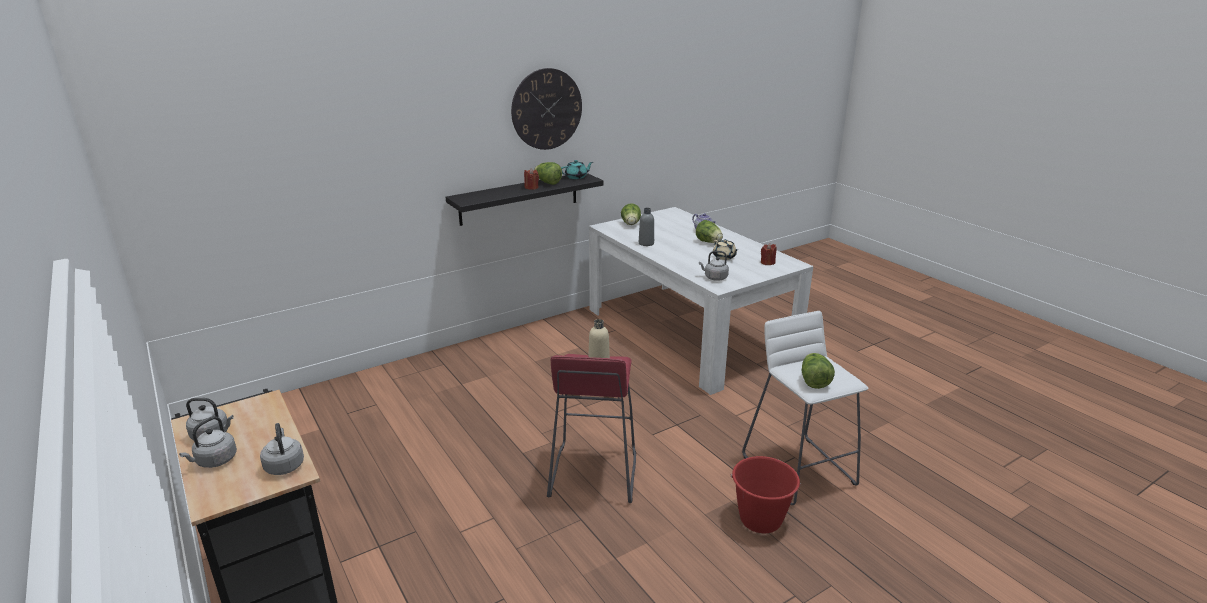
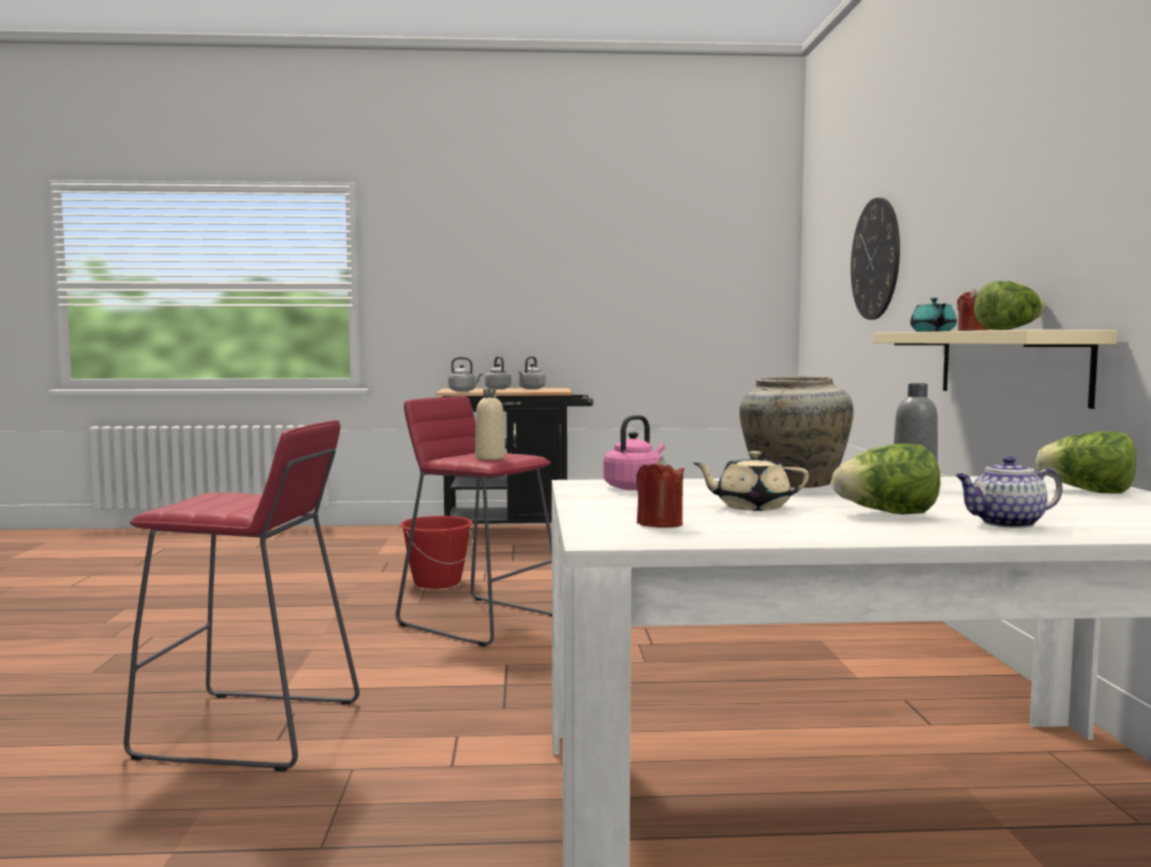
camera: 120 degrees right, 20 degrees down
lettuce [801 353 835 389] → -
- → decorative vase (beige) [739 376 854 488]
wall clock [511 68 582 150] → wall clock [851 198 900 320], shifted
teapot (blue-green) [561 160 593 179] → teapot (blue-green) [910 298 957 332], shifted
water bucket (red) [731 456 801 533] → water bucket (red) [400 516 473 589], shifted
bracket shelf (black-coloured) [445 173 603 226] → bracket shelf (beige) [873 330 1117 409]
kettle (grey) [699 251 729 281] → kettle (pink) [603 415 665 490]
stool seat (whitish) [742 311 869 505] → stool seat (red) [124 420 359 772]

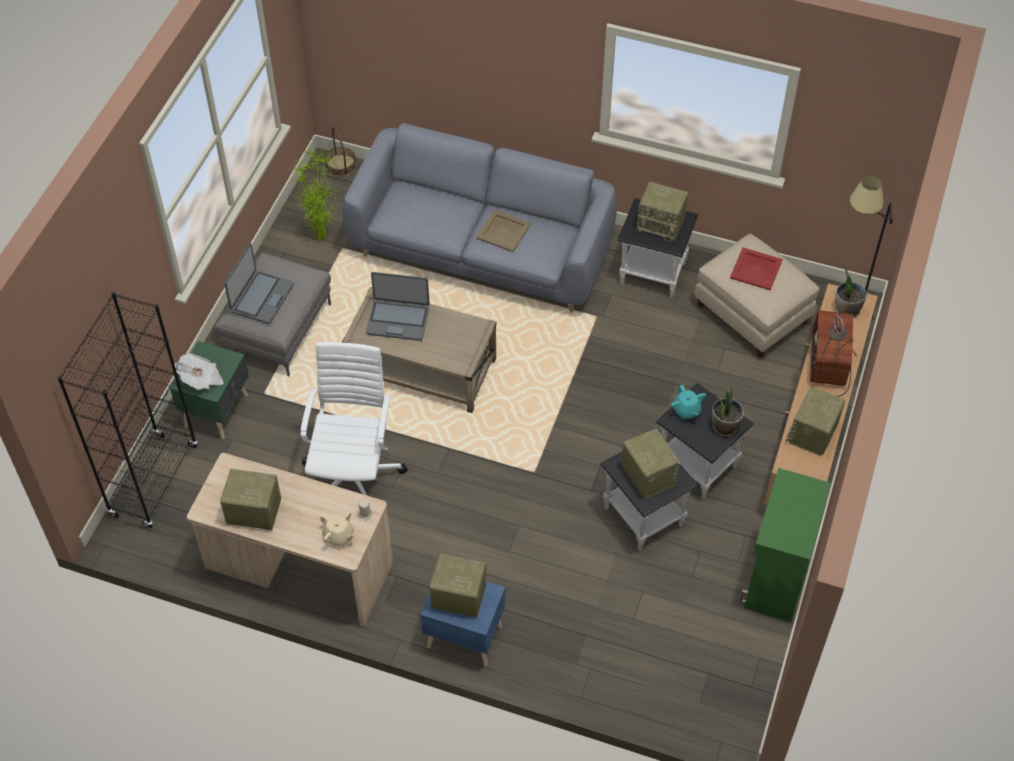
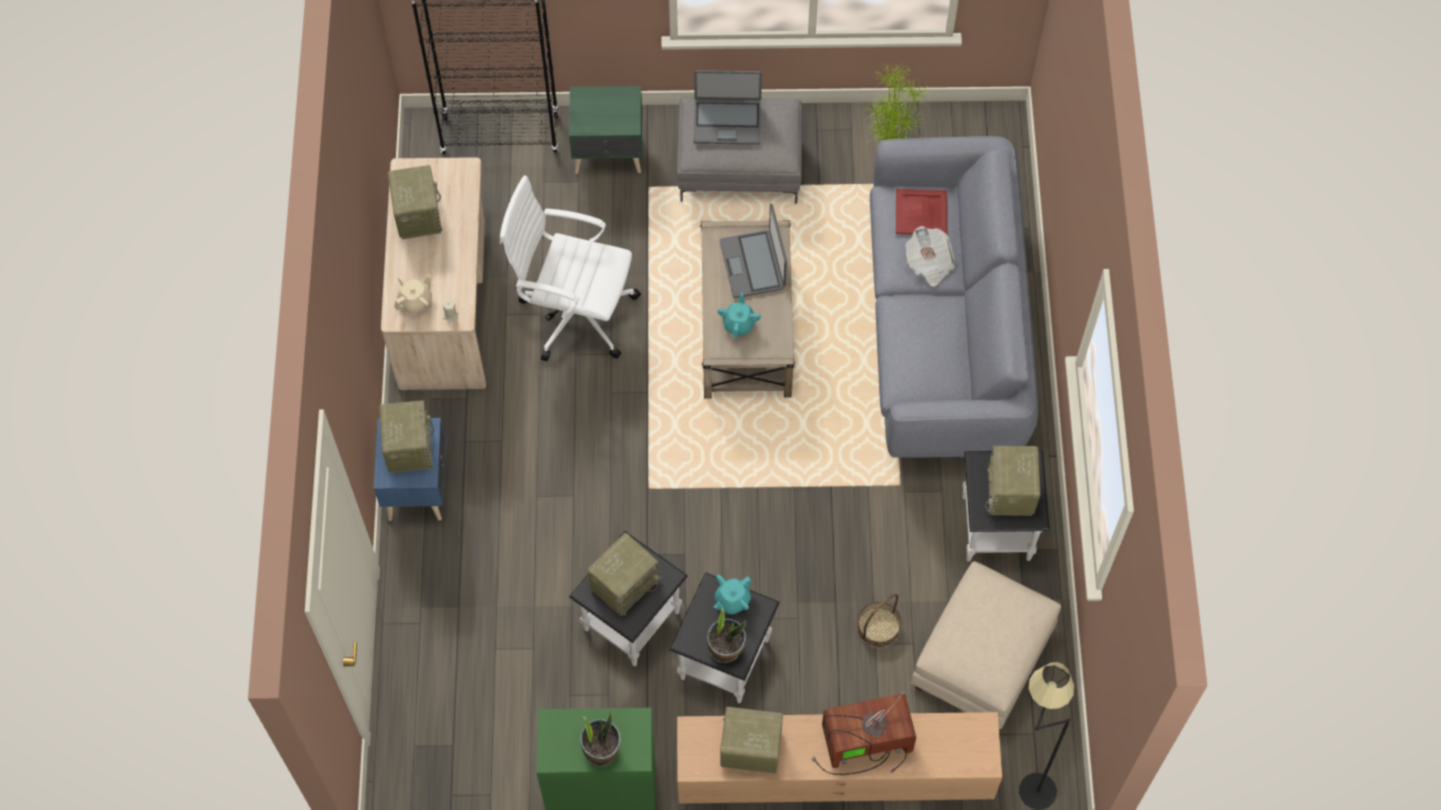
camera: 70 degrees right, 10 degrees up
serving tray (beige) [476 210 531 252] → -
- → teapot (blue-green) [717 292 761 338]
daily paper [174 353 224 390] → daily paper [905 226 955 287], shifted
storage basket [325 127 356 177] → storage basket [857 594 902 648], shifted
serving tray (red) [730 247 783 290] → serving tray (red) [896 189 947 235], shifted
potted plant [836 267 867 318] → potted plant [580 711 620 766], shifted
office chair (whitish) [300 342 408 495] → office chair (whitish) [500 175 641 361], 150 degrees counterclockwise
teapot (beige) [320 511 355 547] → teapot (beige) [395 274 432 314], 150 degrees counterclockwise

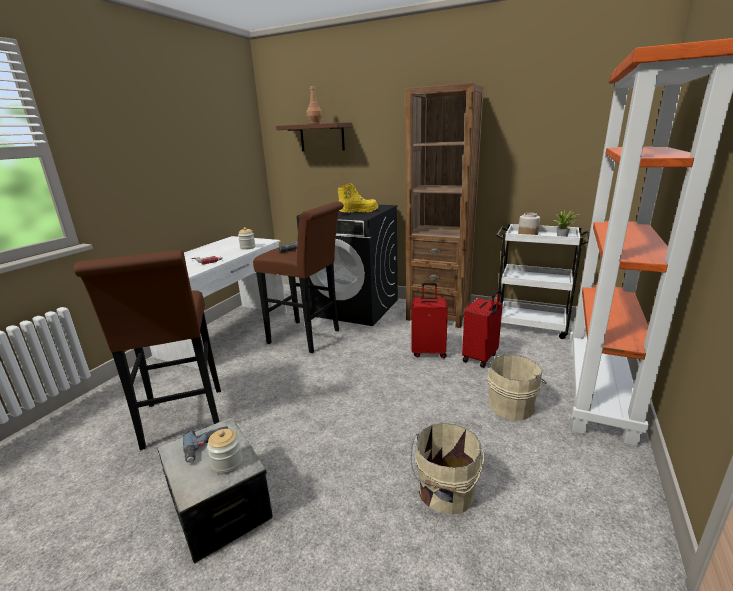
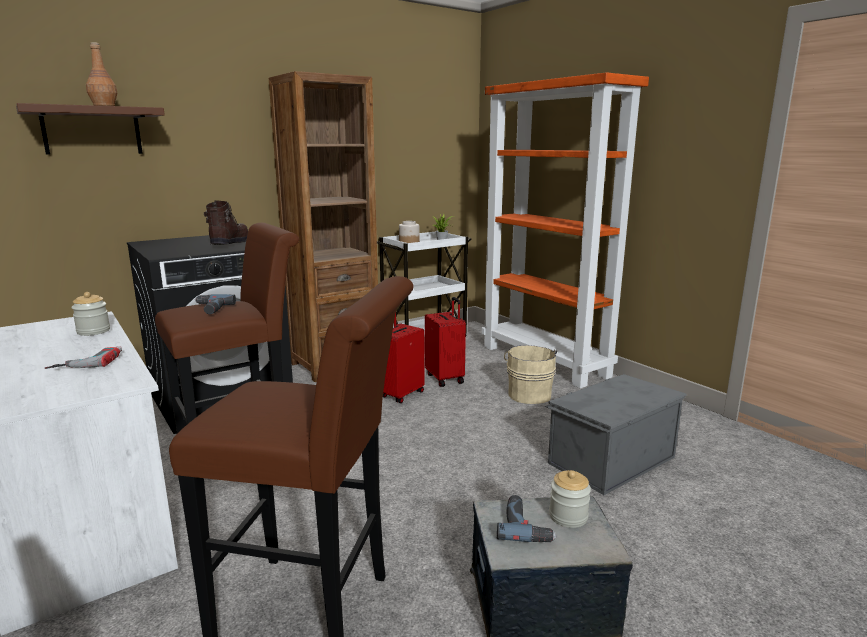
camera: 60 degrees left, 5 degrees down
water bucket (beige) [410 423 485 515] → storage box (grey) [545 374 686 495]
boot (yellow) [338 183 378 213] → boot (brownish) [204 200 248 245]

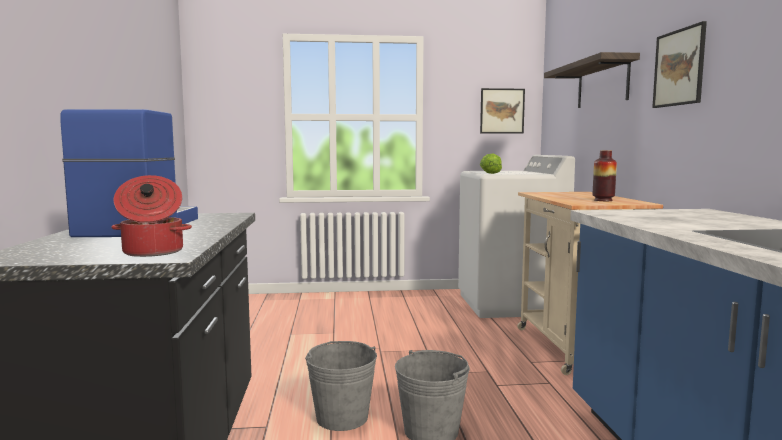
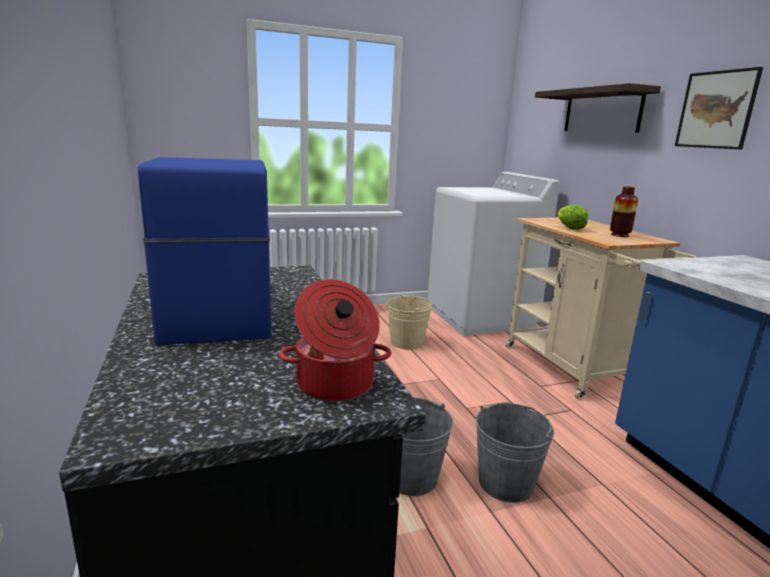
camera: 15 degrees left, 10 degrees up
wall picture [480 88 525 134] → -
- → water bucket (beige) [387 294 432 350]
lettuce [480 154 502 174] → lettuce [558 205 588 230], shifted

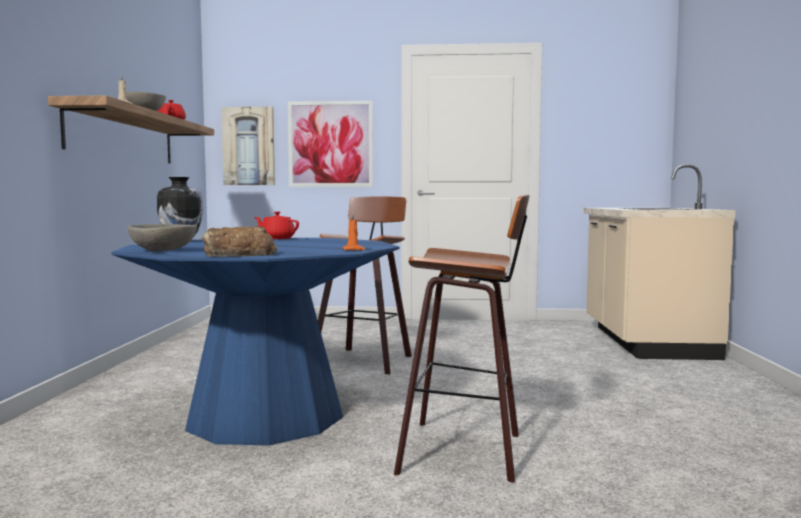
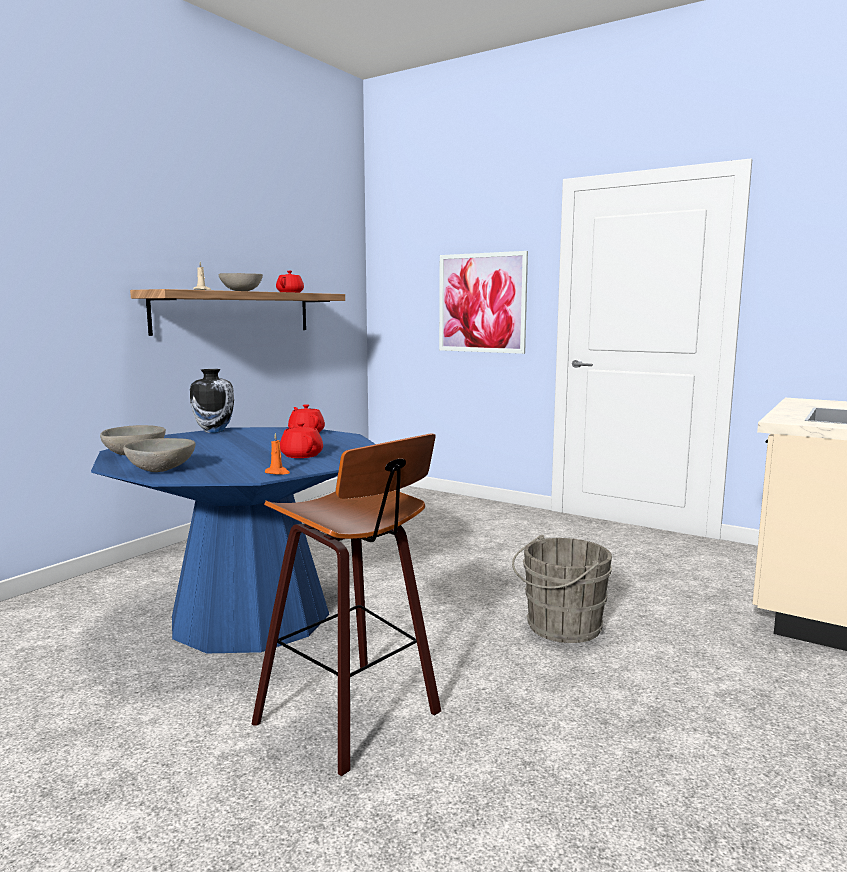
camera: 30 degrees right, 5 degrees up
wall picture [221 107 275 185] → -
stool seat [318 196 412 374] → -
- → teapot (red) [280 422 323 458]
- → water bucket (grey) [512 535 612 643]
baked bread [202 226 277 257] → bowl (grey) [123 438 195 472]

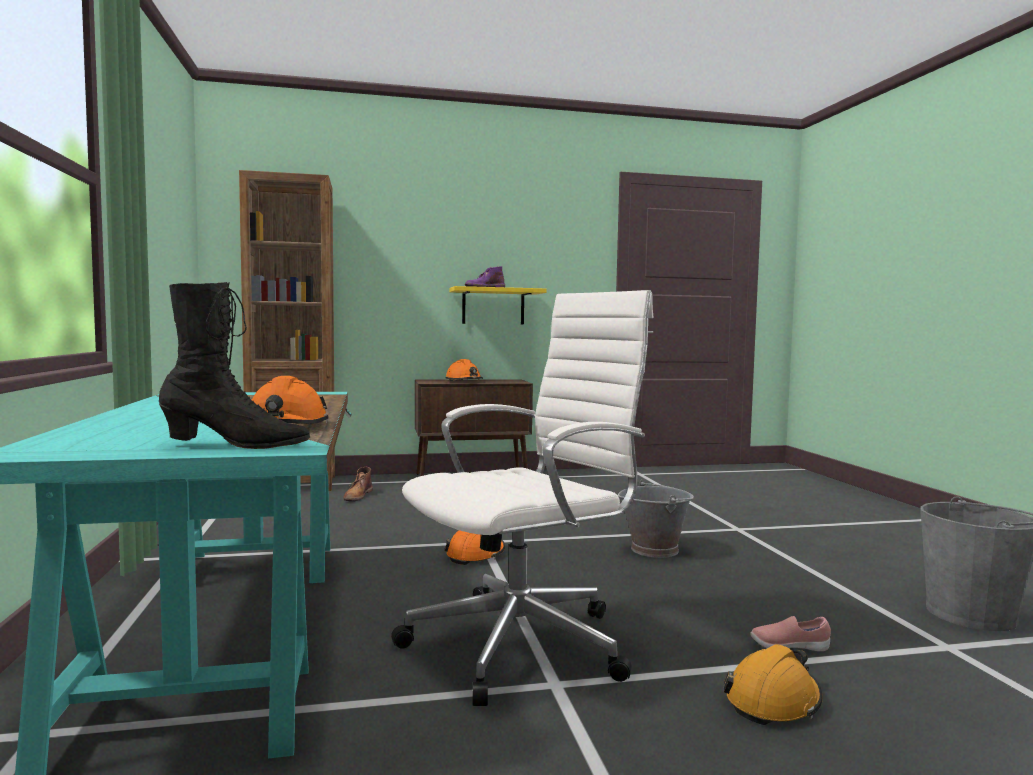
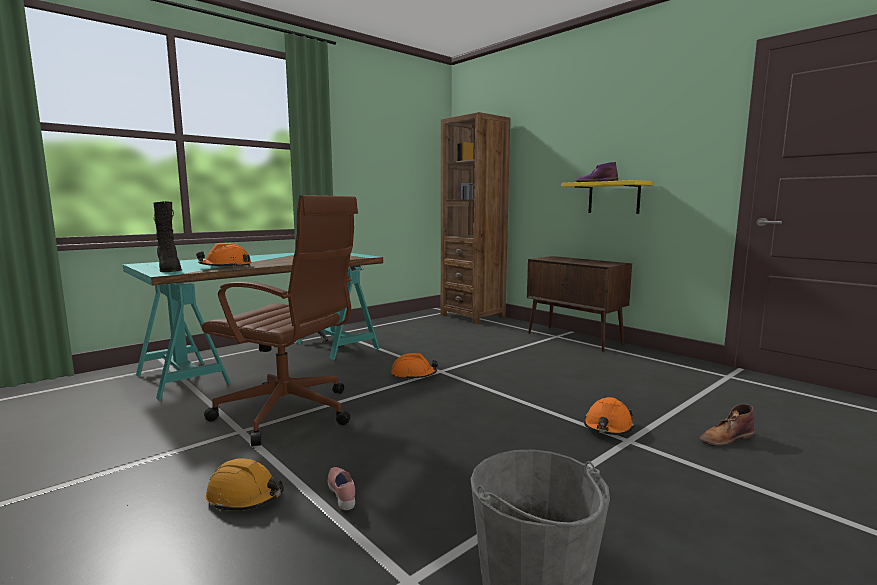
camera: 60 degrees right, 5 degrees up
water bucket (grey) [618 479 694 558] → -
boot (brownish) [343 467 373 501] → boot (brownish) [700 404 755 446], shifted
work helmet (orange-coloured) [446 359 483 381] → work helmet (orange-coloured) [584 397 634 435], shifted
office chair (whitish) [391 290 653 706] → office chair (brownish) [202 195 358 446]

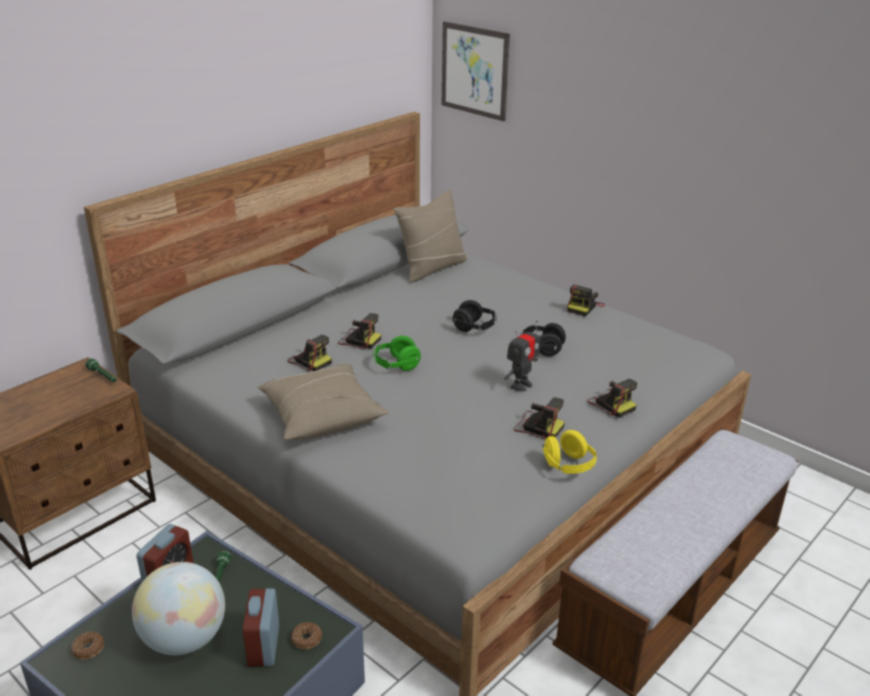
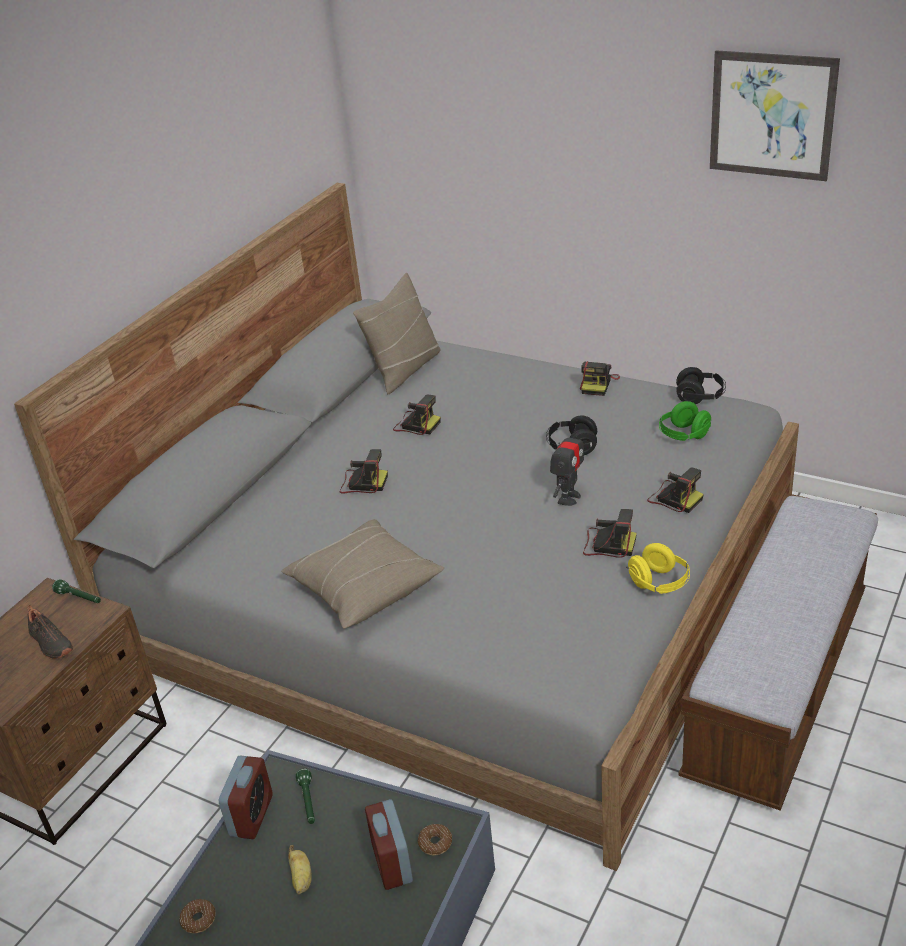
camera: 10 degrees left, 5 degrees up
- → low shoe (black-coloured) [27 605 73 659]
still camera [287 335 332 371] → still camera [393 395 441 435], shifted
headset (greenish) [373 336 421 371] → headset (greenish) [659 401 711 441], shifted
wall picture [442 21 510 121] → wall picture [710 50 840 181], shifted
headset (black-coloured) [453 300 497 332] → headset (black-coloured) [676 367 726 404], shifted
world globe [132 562 225 655] → whole banana [288 845 312 895]

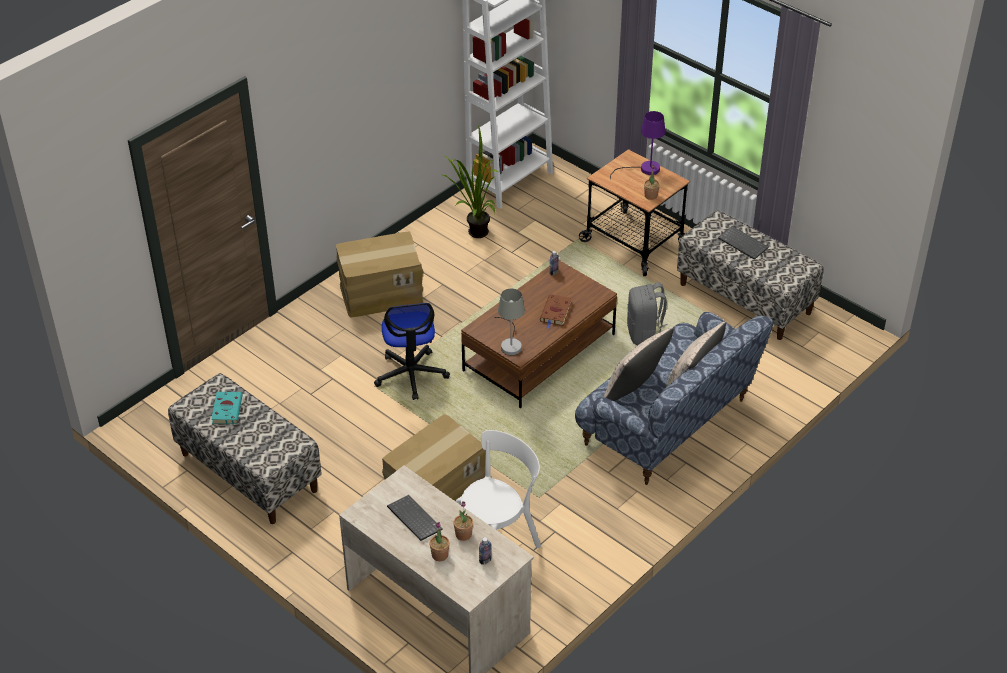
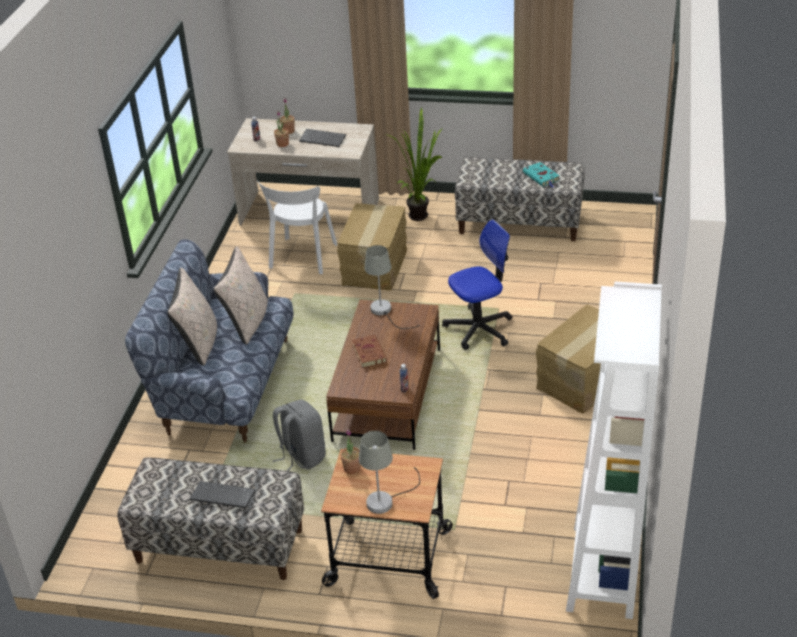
camera: 150 degrees right, 5 degrees down
potted plant [443 126 498 238] → potted plant [385 108 443 221], shifted
table lamp (purple-coloured) [610 111 665 180] → table lamp (grey) [359 431 420 514]
office chair [374 303 450 400] → office chair [442 219 512 350], 105 degrees clockwise

